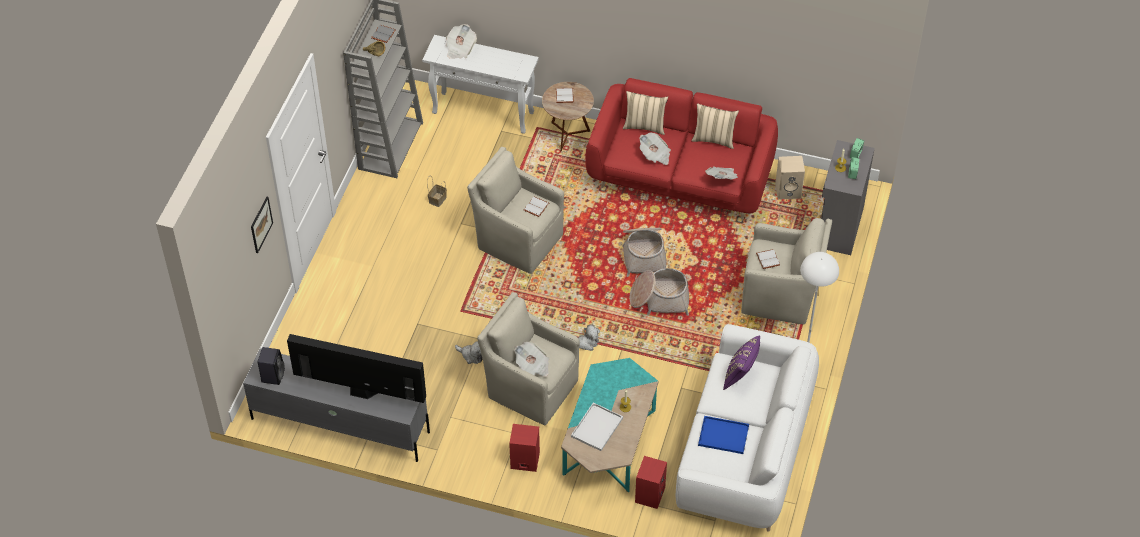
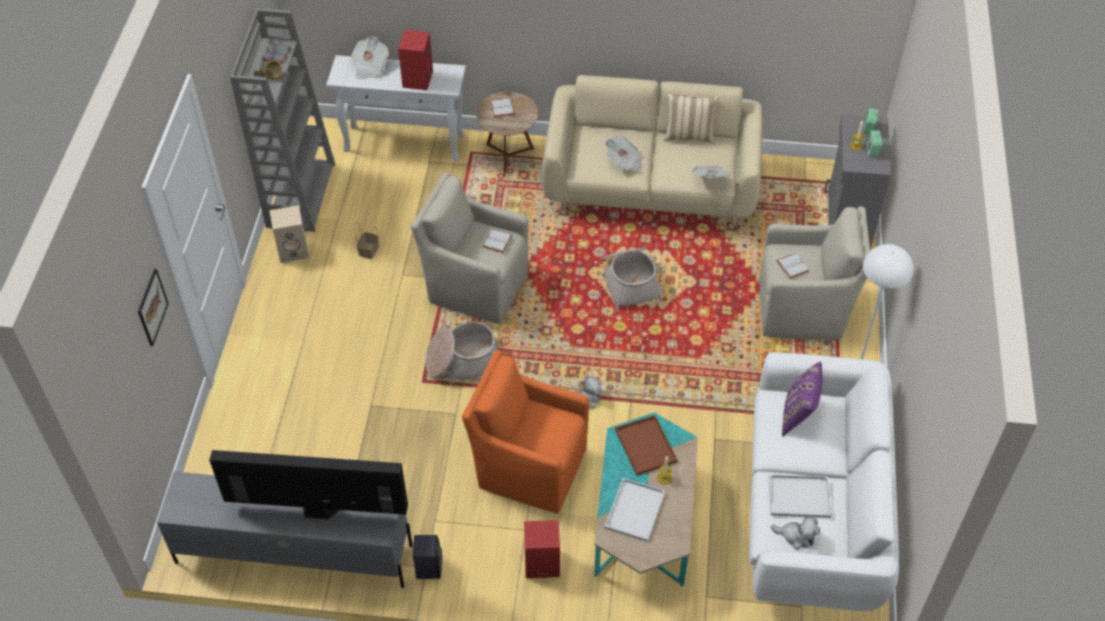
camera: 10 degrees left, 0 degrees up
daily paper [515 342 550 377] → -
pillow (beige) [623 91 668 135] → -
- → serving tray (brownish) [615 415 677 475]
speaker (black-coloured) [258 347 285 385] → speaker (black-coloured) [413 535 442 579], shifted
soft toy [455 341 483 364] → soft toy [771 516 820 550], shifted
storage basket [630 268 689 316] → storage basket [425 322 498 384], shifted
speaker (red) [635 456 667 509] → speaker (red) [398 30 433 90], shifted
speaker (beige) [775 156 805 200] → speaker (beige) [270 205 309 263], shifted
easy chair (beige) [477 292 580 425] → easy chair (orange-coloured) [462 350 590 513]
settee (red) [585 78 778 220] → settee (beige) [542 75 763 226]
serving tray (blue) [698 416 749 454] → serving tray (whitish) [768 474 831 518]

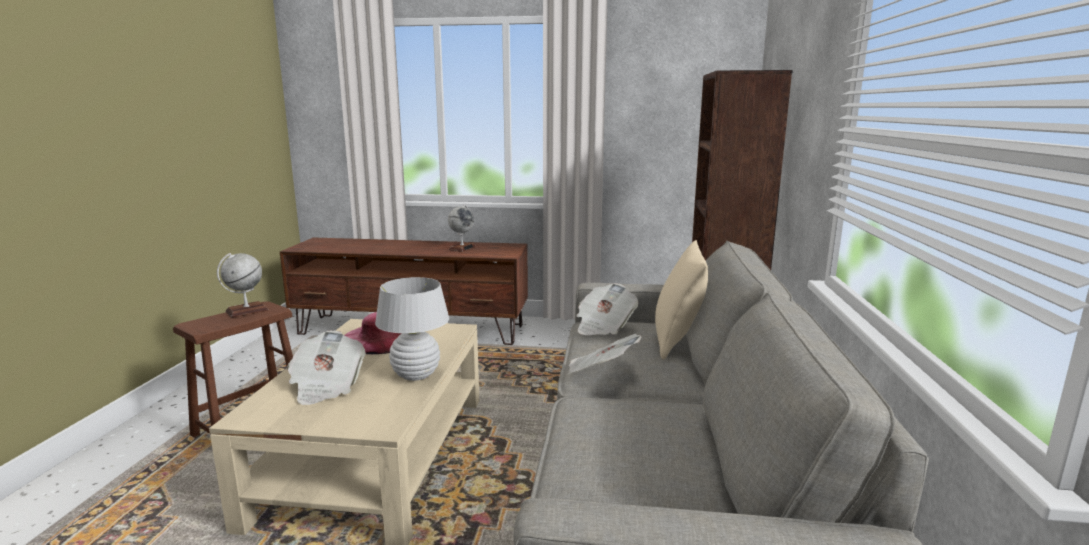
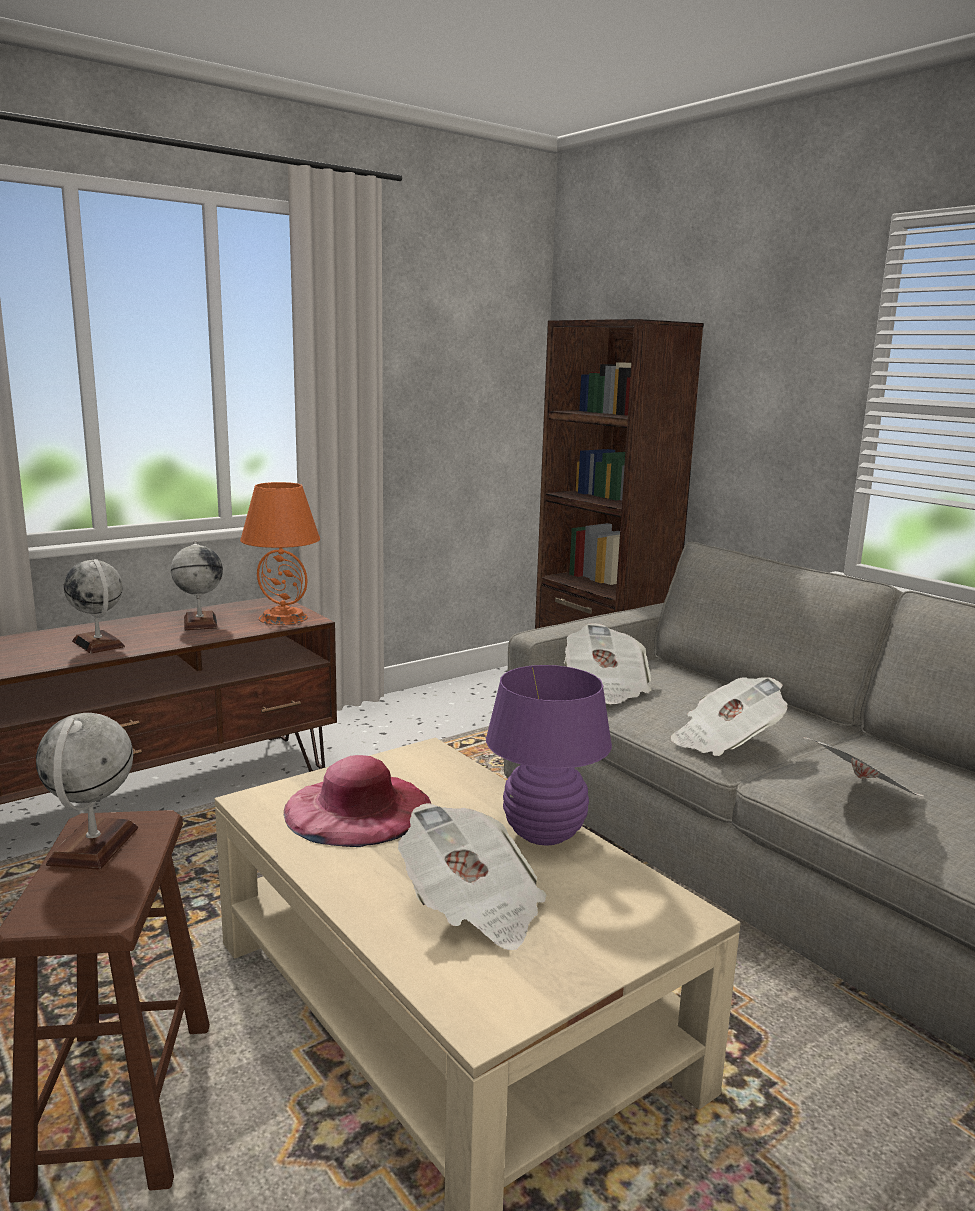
camera: 45 degrees left, 0 degrees up
pillow (beige) [655 240 708 360] → -
- → world globe [64 559 125 654]
- → table lamp (orange-coloured) [240 482 320 625]
- → daily paper [803 737 924 798]
table lamp (whitish) [375 277 449 381] → table lamp (purple-coloured) [486 665 612 846]

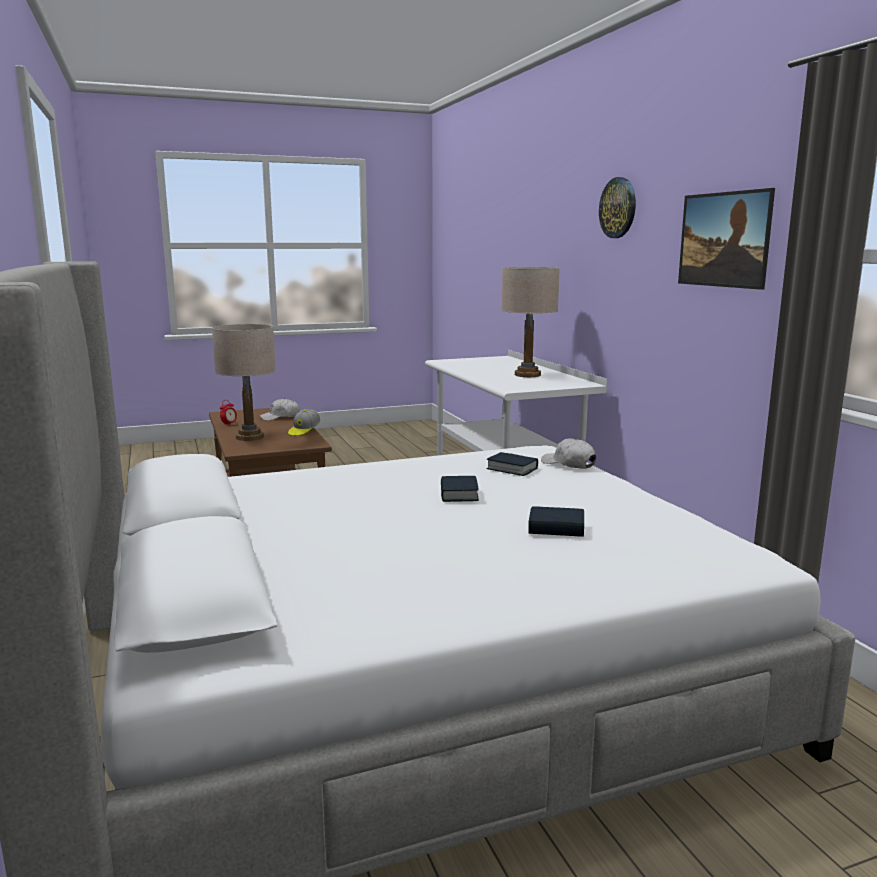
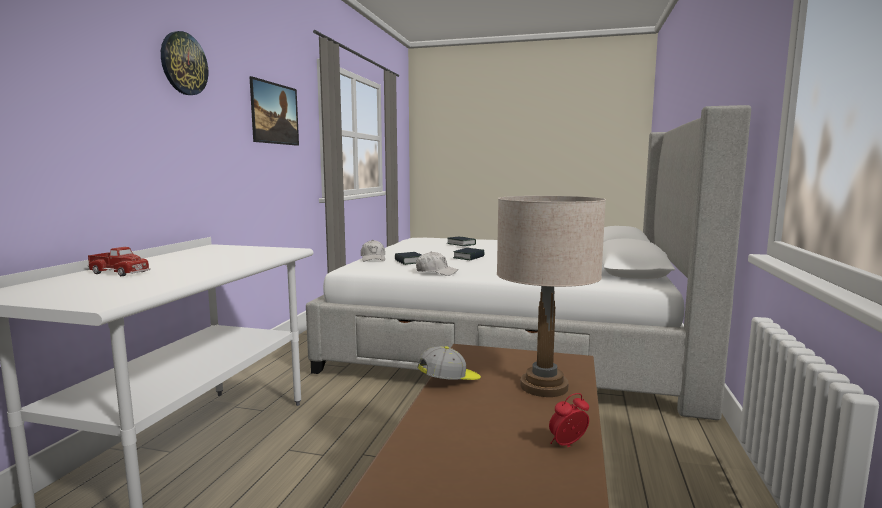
camera: 145 degrees left, 5 degrees down
table lamp (beige) [501 267 560 377] → -
- → toy lorry [88 247 151 276]
baseball cap (whitish) [260 398 299 421] → baseball cap (whitish) [416 251 458 276], shifted

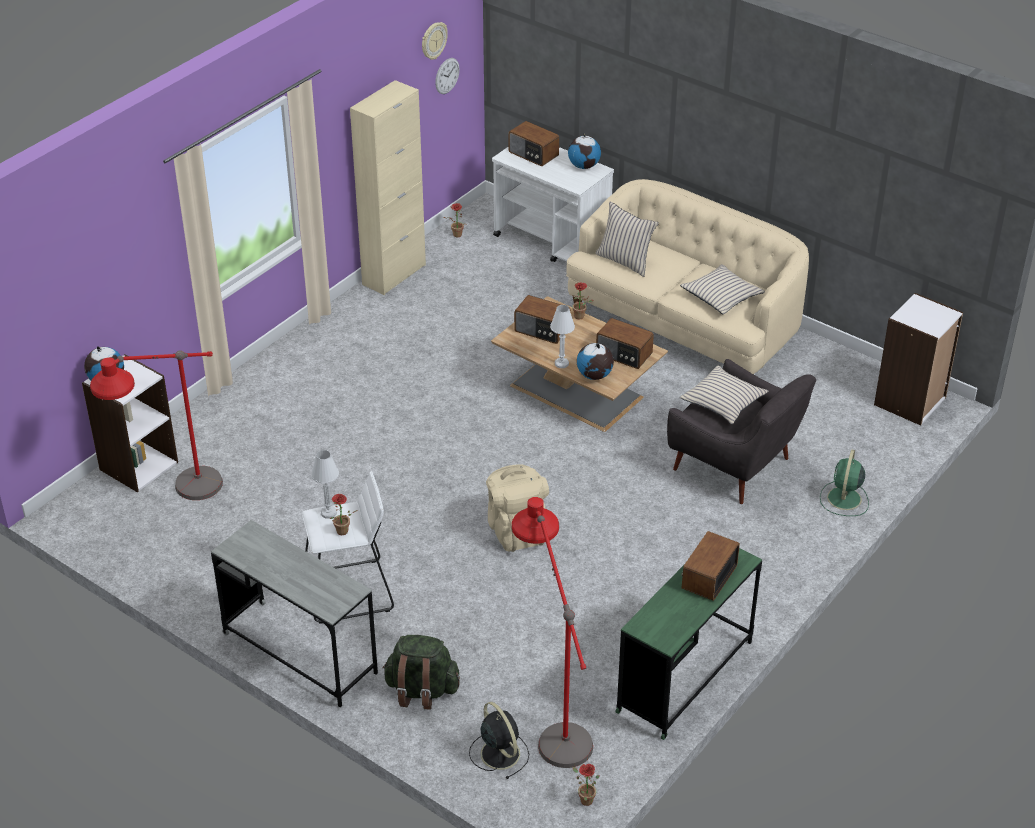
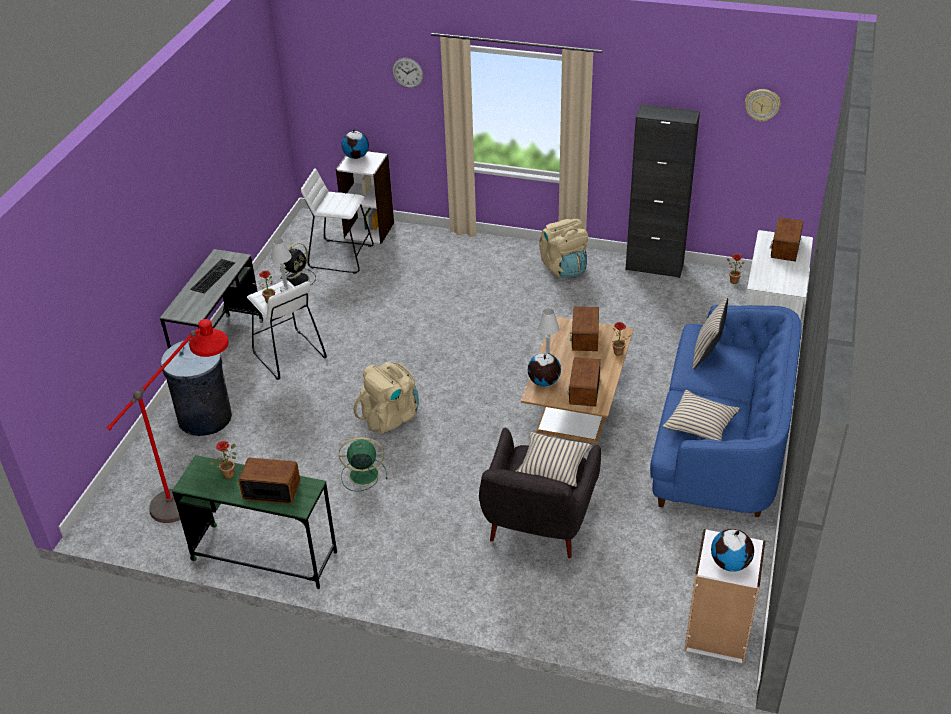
camera: 70 degrees right, 0 degrees up
- → keyboard [190 259 235 294]
- → backpack (beige) [539 219 588 278]
wall clock [435 58 460 94] → wall clock [392 58 423 88], shifted
electric fan (black-coloured) [469 702 529 779] → electric fan (black-coloured) [280 243 316 287], shifted
world globe [568 133 601 169] → world globe [711 529 754 572], shifted
potted plant [573 764 600 806] → potted plant [209 441 237 479], shifted
electric fan (greenish) [820 449 869 516] → electric fan (greenish) [339 437 388 492], shifted
standard lamp (red) [90 350 223 500] → stool seat (whitish) [301 168 374 273]
backpack (greenish) [382 635 460 709] → rubbish bin (grey) [161 339 232 436]
storage cabinet (beige) [350 80 426 295] → storage cabinet (black-coloured) [625 104 700 278]
settee (beige) [566 179 809 374] → settee (blue) [650 305 802 517]

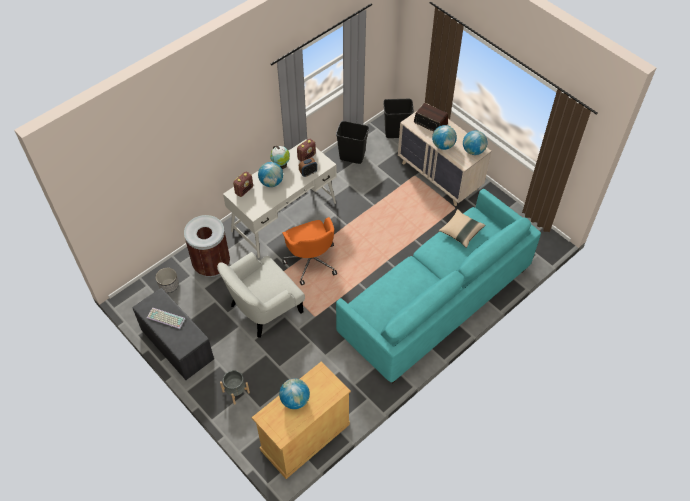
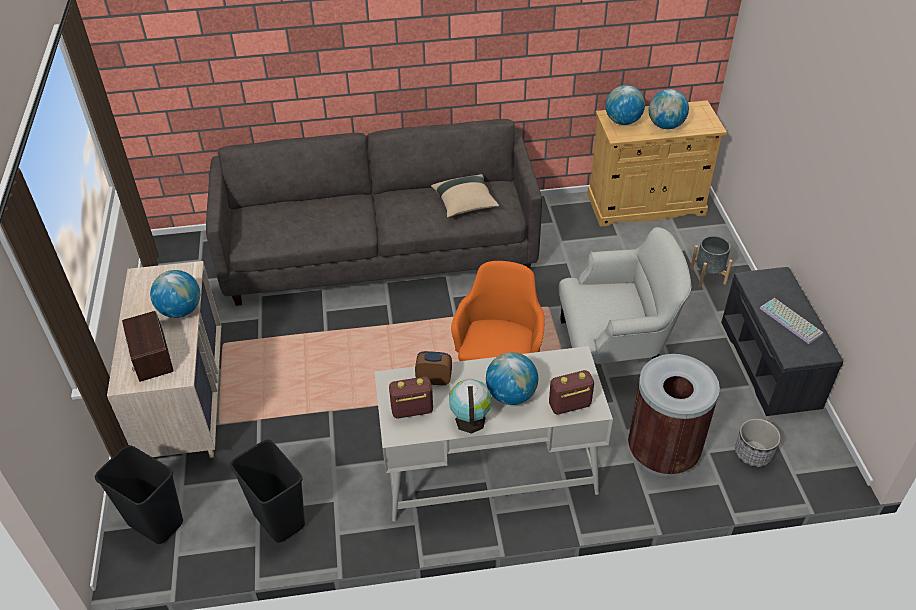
camera: 145 degrees left, 10 degrees down
pillow (beige) [439 209 485 248] → pillow (beige) [431 174 499 217], shifted
world globe [463 131 487 155] → world globe [605 85 645 125], shifted
settee (blue-green) [336 189 541 384] → settee (grey) [206 119 542 306]

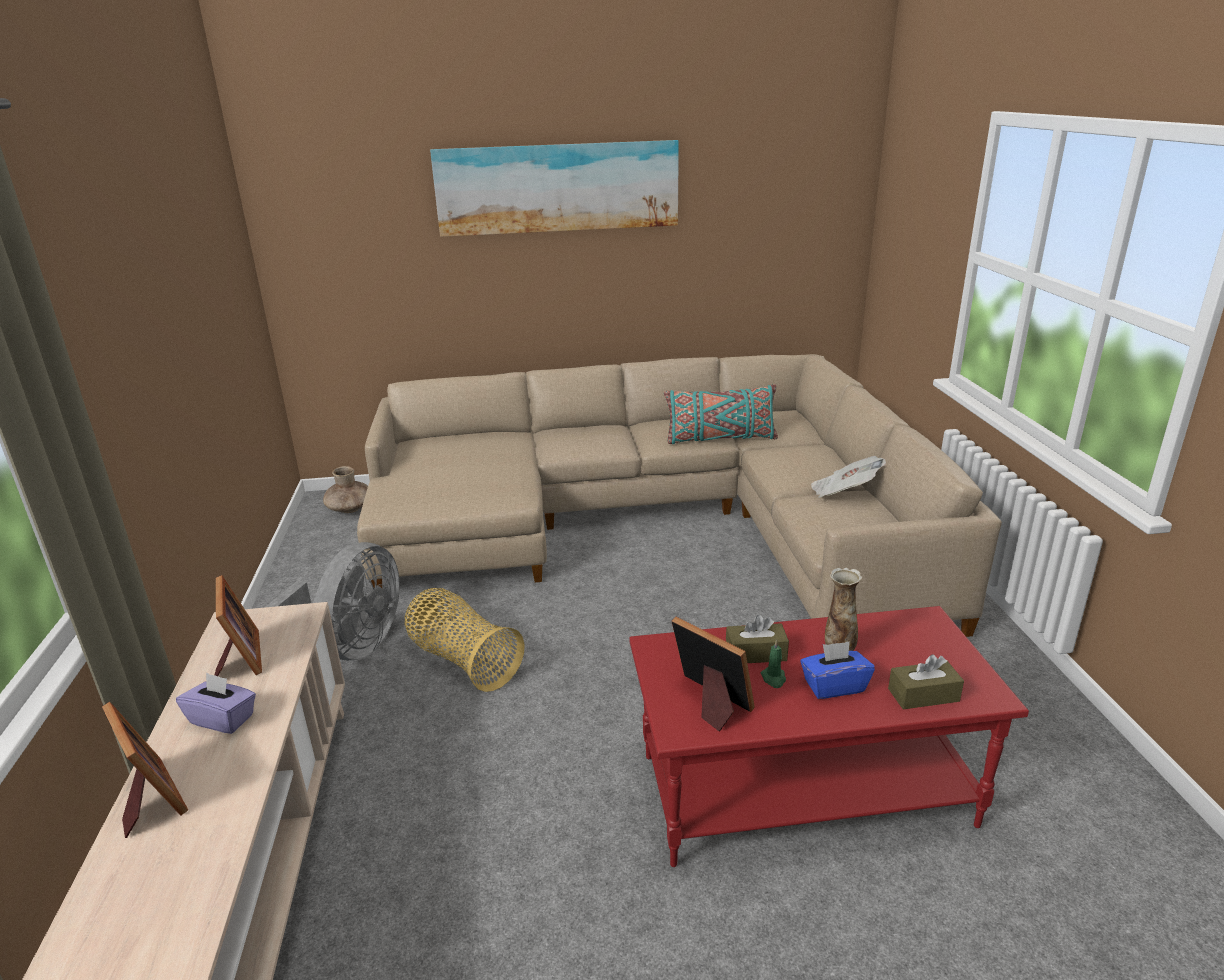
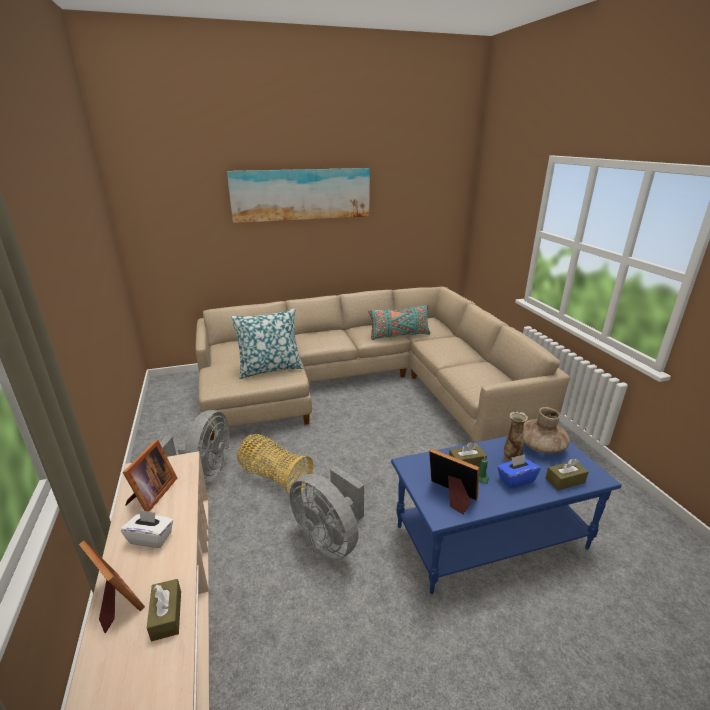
camera: 10 degrees left, 0 degrees up
daily paper [811 456 886 498] → -
- → tissue box (brownish) [147 579 181 642]
- → pillow [230 308 303 379]
- → electric fan (grey) [289 466 364 559]
decorative vase (brownish) [323 466 368 513] → decorative vase (brownish) [523 407 570 454], shifted
tissue box (purple-coloured) [176 672 256 734] → tissue box (whitish) [121 510 173 548]
low table (red) [629 606 1029 867] → low table (blue) [391 436 622 594]
standing frame [215 575 262 676] → standing frame [123 440 177 512], 45 degrees clockwise

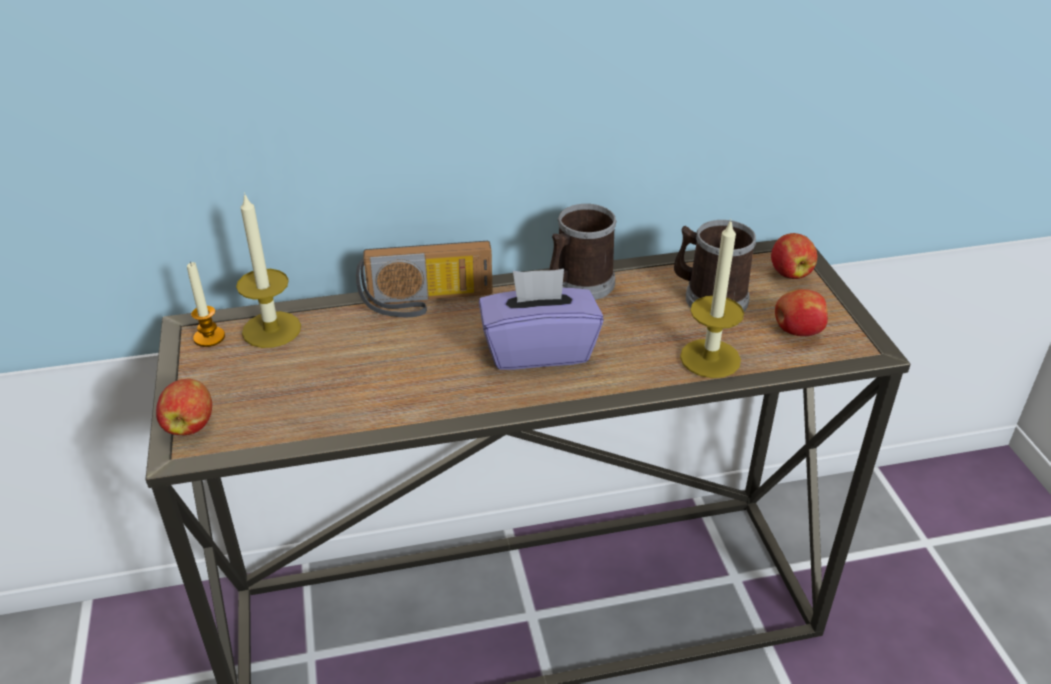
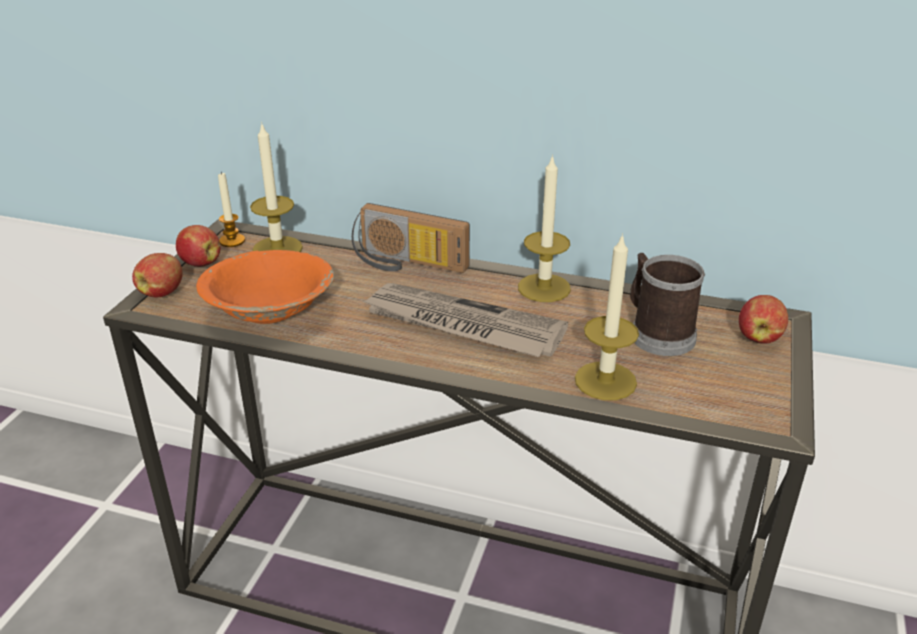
camera: 30 degrees right, 5 degrees down
- → bowl (orange-coloured) [196 250 335 324]
whole apple [775 289 828 336] → whole apple [176 225 220 267], shifted
tissue box (purple-coloured) [479 269 604 370] → daily paper [361 283 568 357]
tea mug [549 204 617 300] → wax candle [518 154 571 302]

